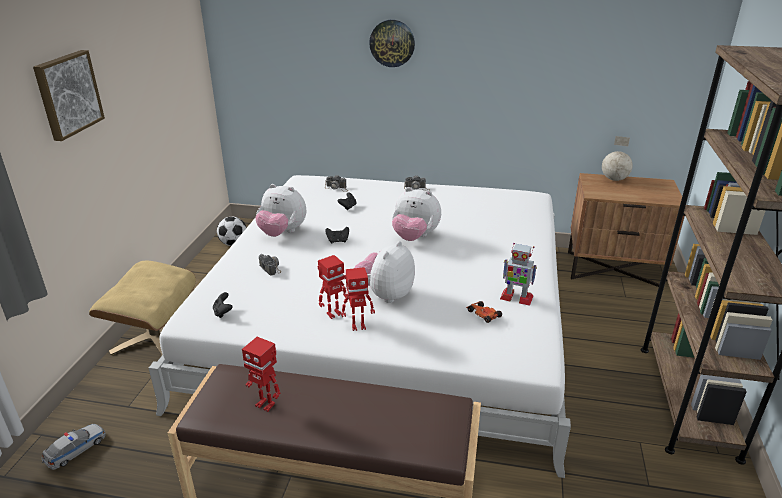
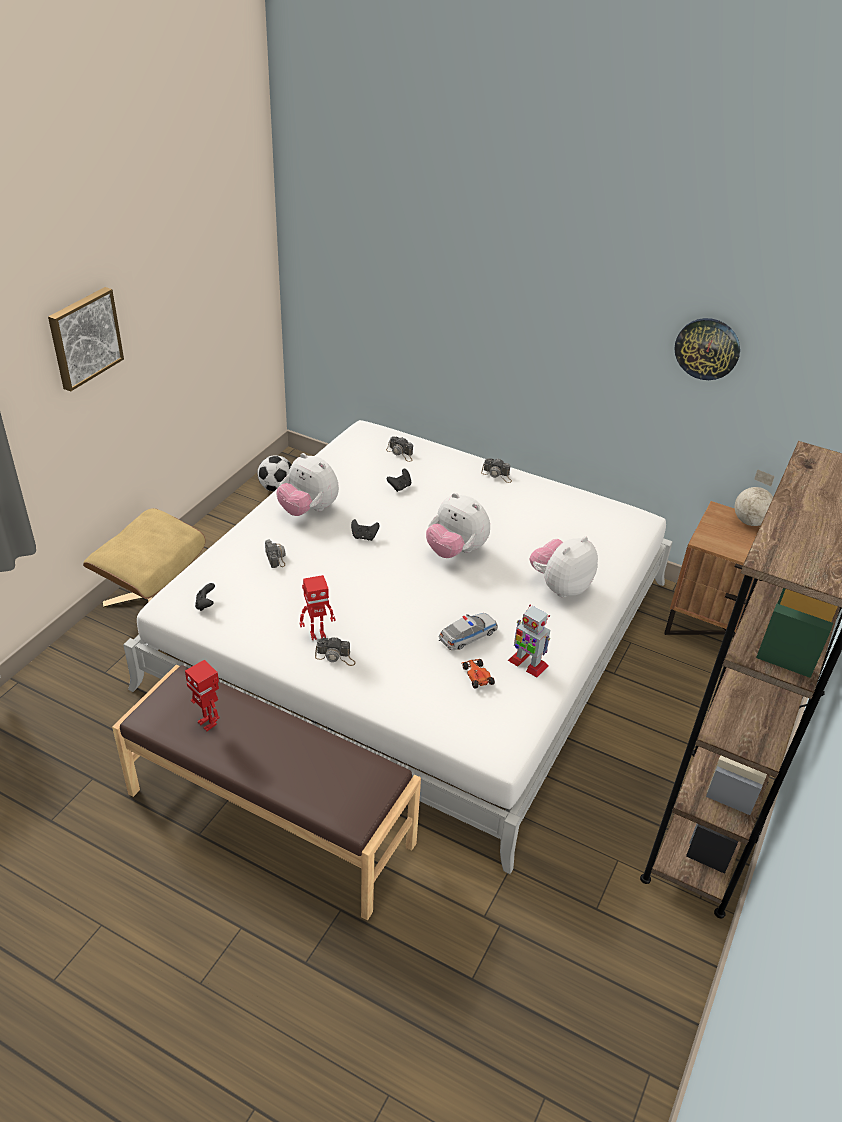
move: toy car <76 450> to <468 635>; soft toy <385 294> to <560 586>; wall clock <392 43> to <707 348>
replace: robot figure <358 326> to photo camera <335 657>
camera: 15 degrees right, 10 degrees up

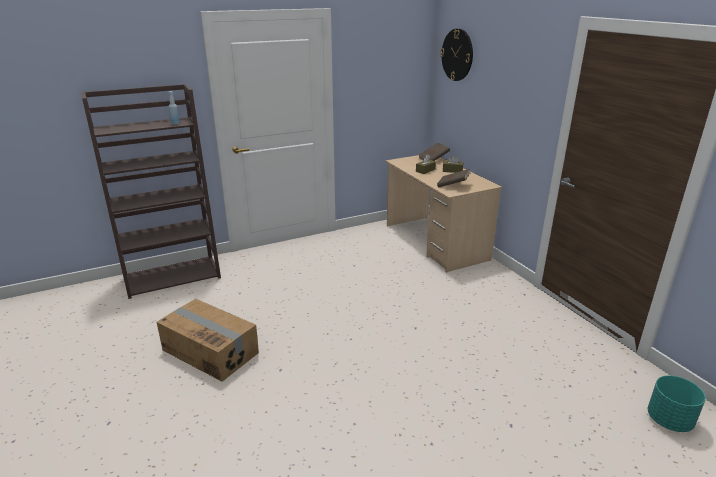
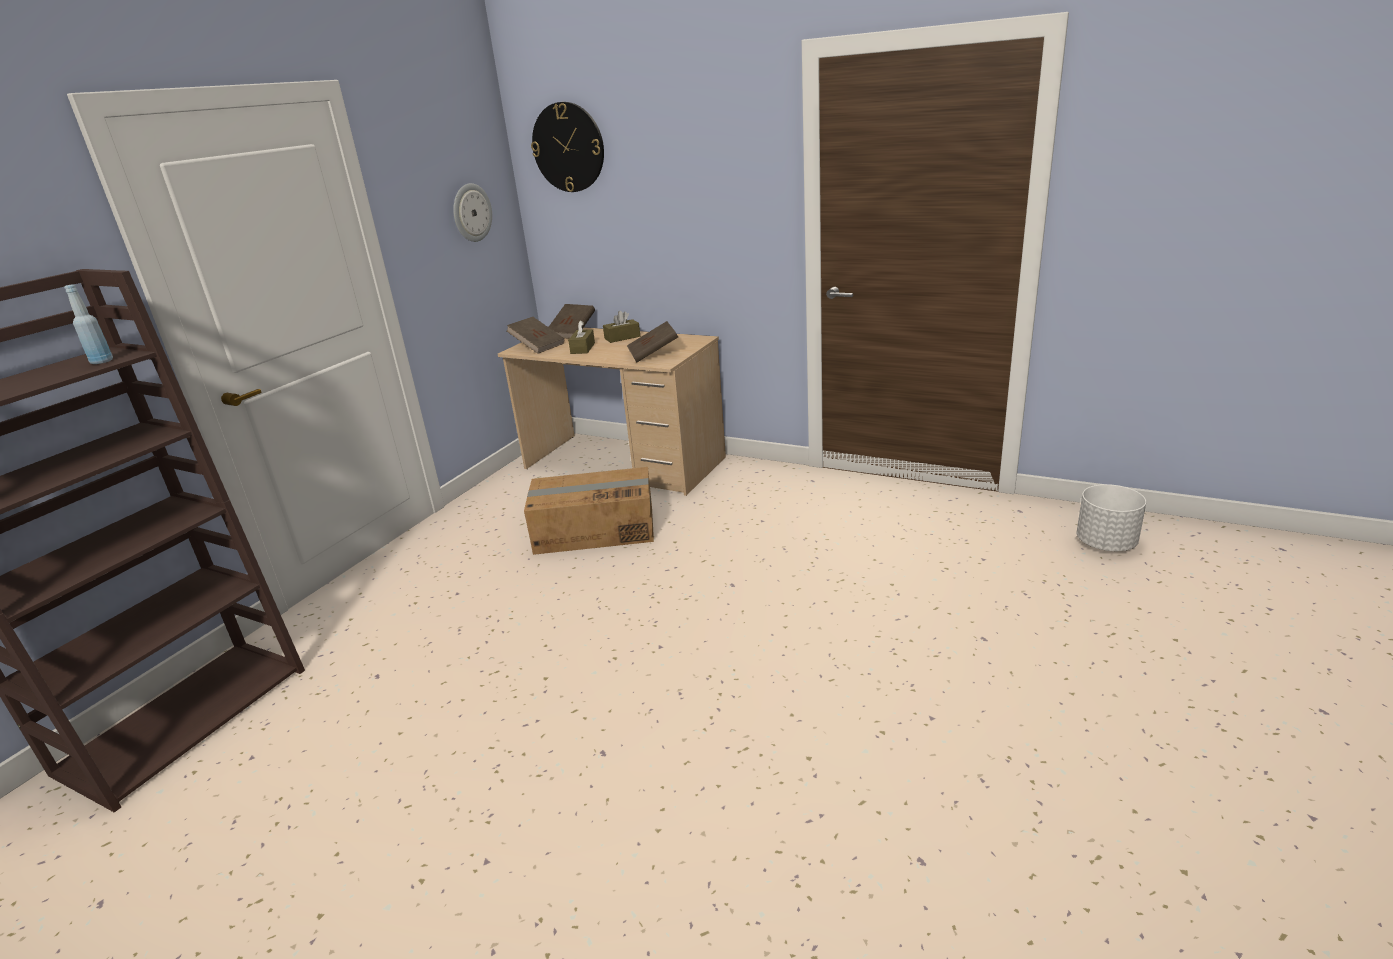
insert: wall clock <471 212>; brownish bound book <537 346>
move: packing box <211 351> to <594 530>
recolor: turquoise planter <668 420> to white-coloured planter <1105 544>
camera: 35 degrees left, 0 degrees up

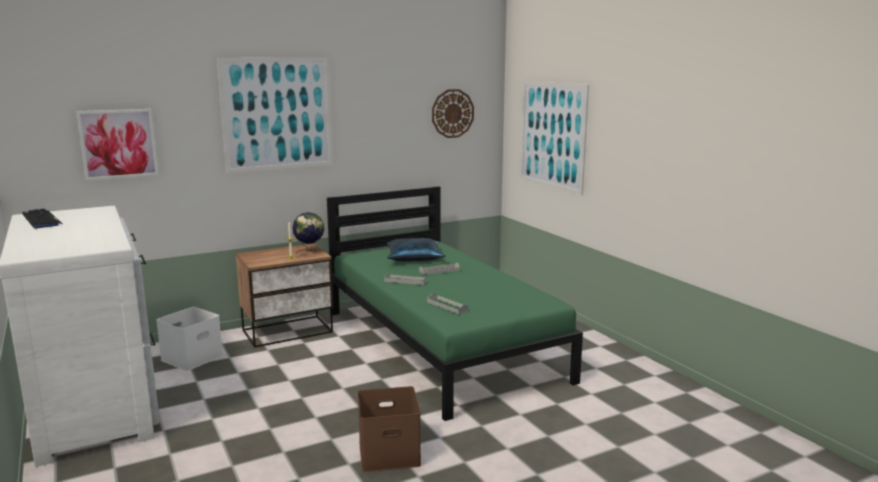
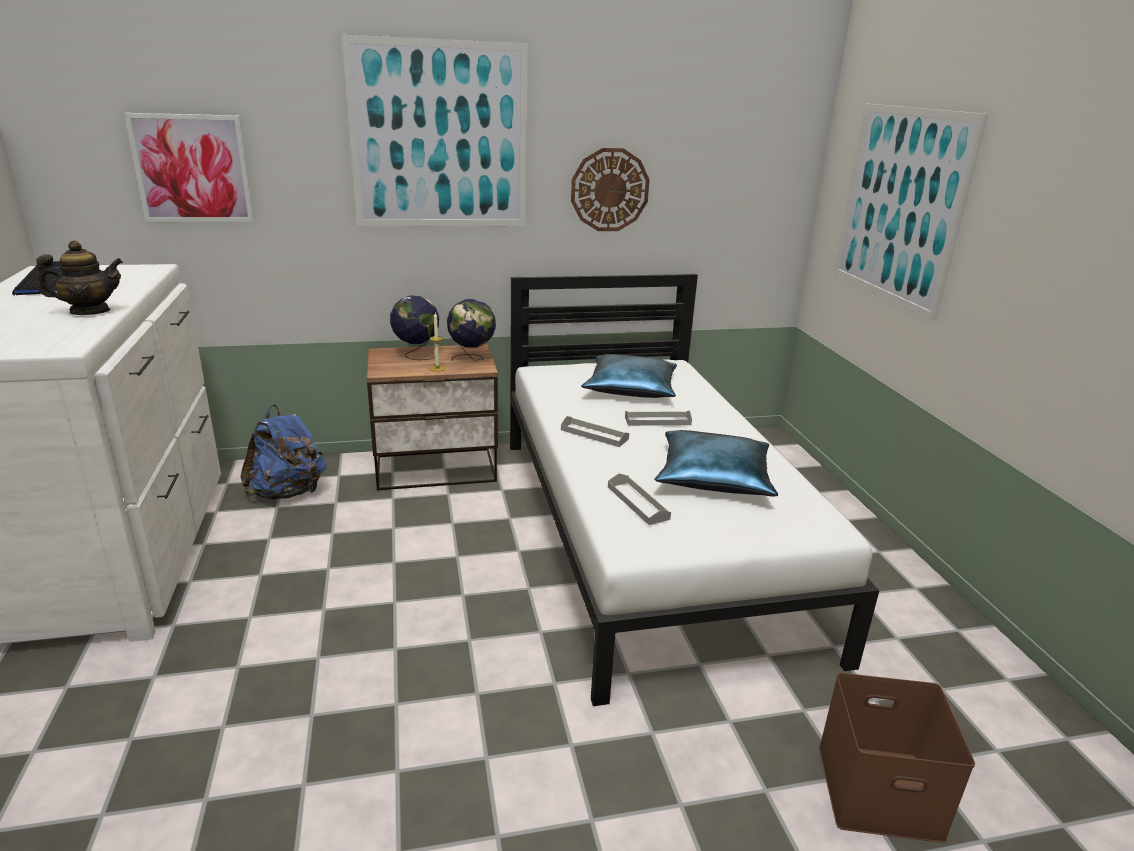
insert: tea pot <90 312>; desk globe <416 355>; blue throw pillow <714 477>
move: wall clock <452 113> to <609 190>; brownish storage container <390 452> to <880 789>
replace: white-coloured storage container <192 357> to blue rucksack <288 493>
recolor: green-coloured sleeping bed <441 344> to white-coloured sleeping bed <647 534>
camera: 15 degrees right, 10 degrees up

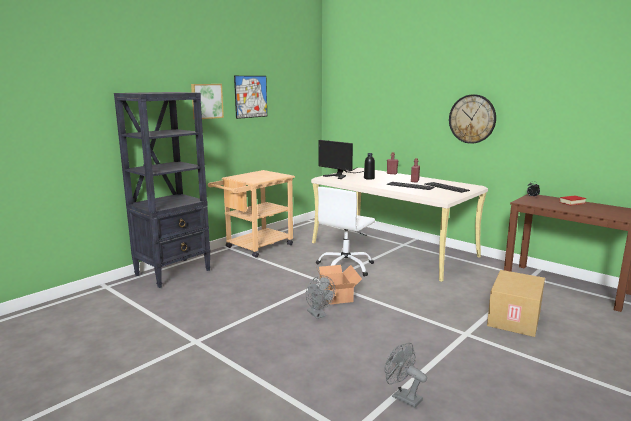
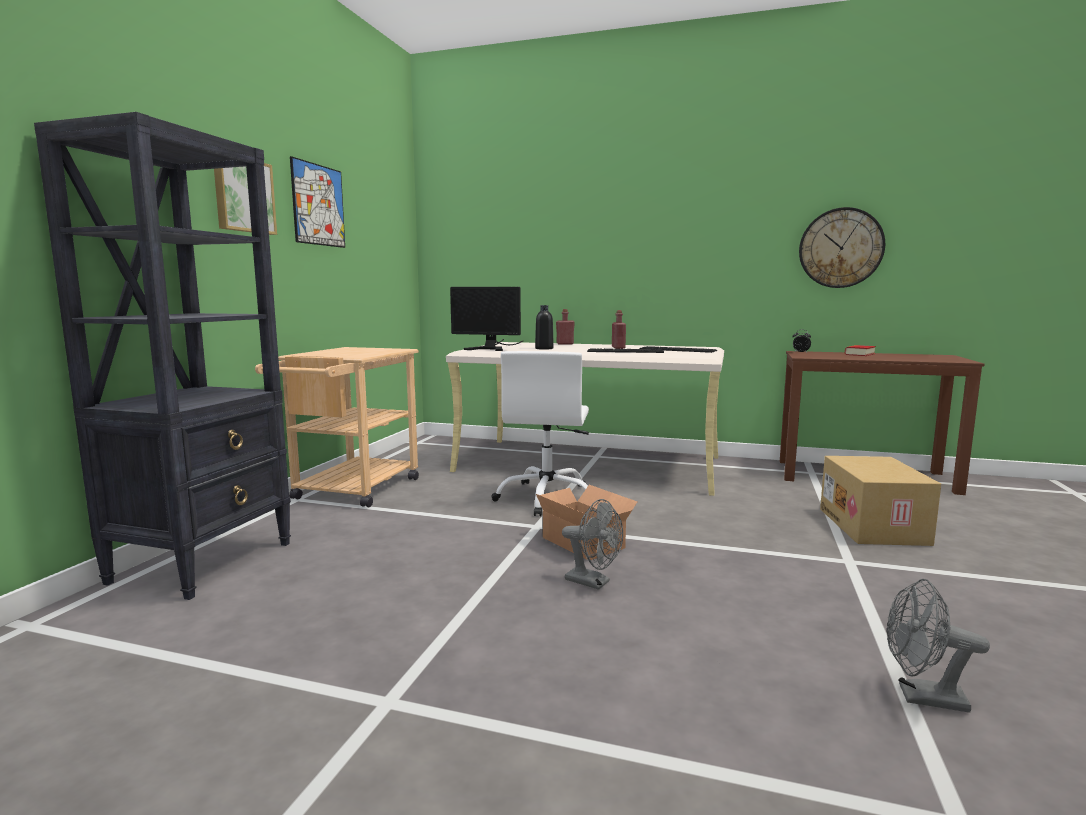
move: wall clock <472 119> to <840 248>
camera: 25 degrees left, 5 degrees down

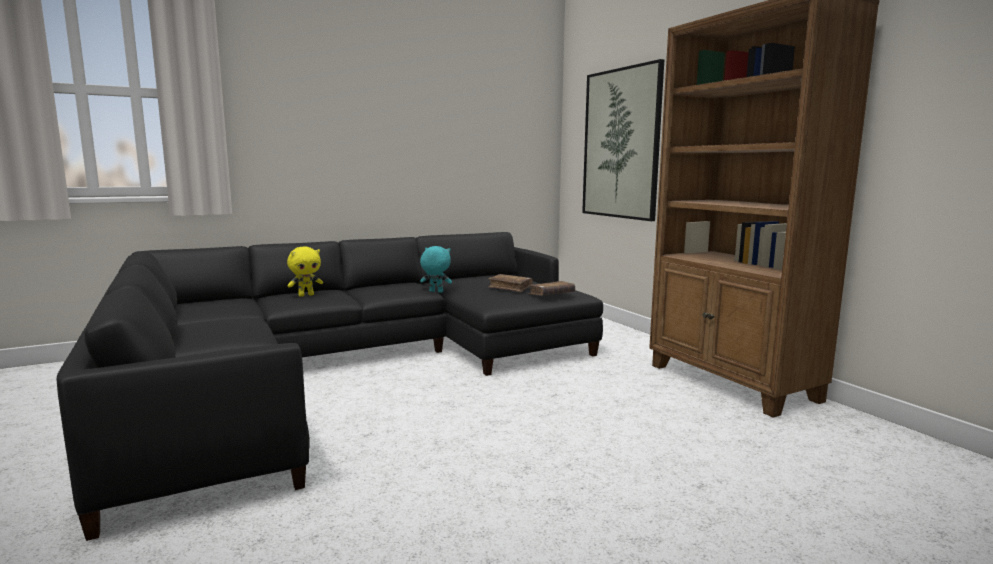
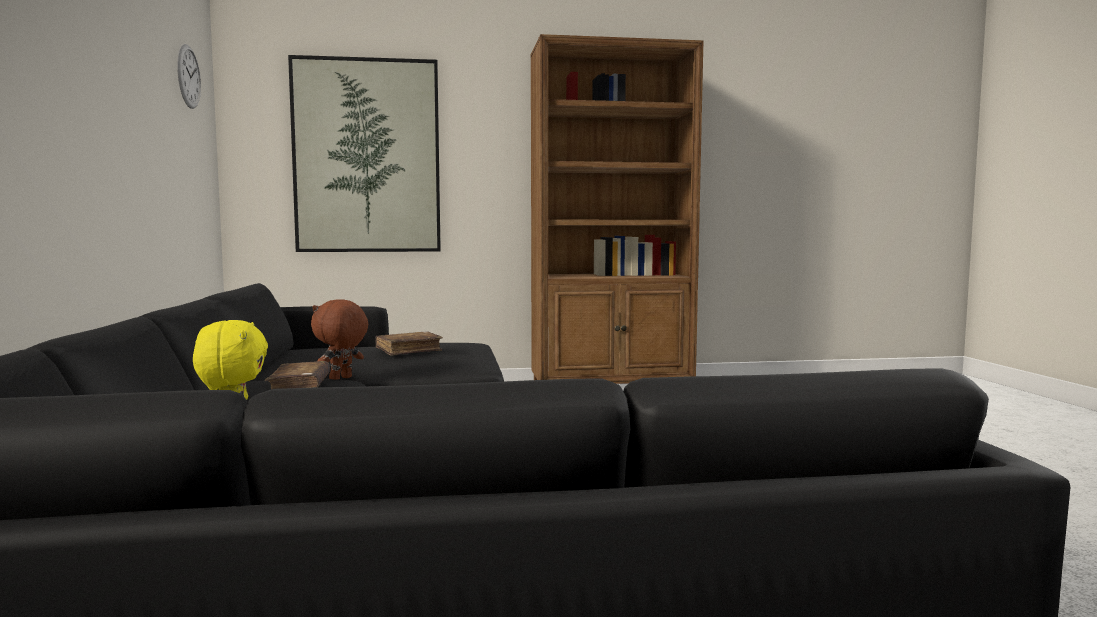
insert: wall clock <188 76>
move: brownish bound book <551 294> to <299 388>
recolor: turquoise soft toy <435 292> to brownish soft toy <341 379>
camera: 70 degrees left, 5 degrees down

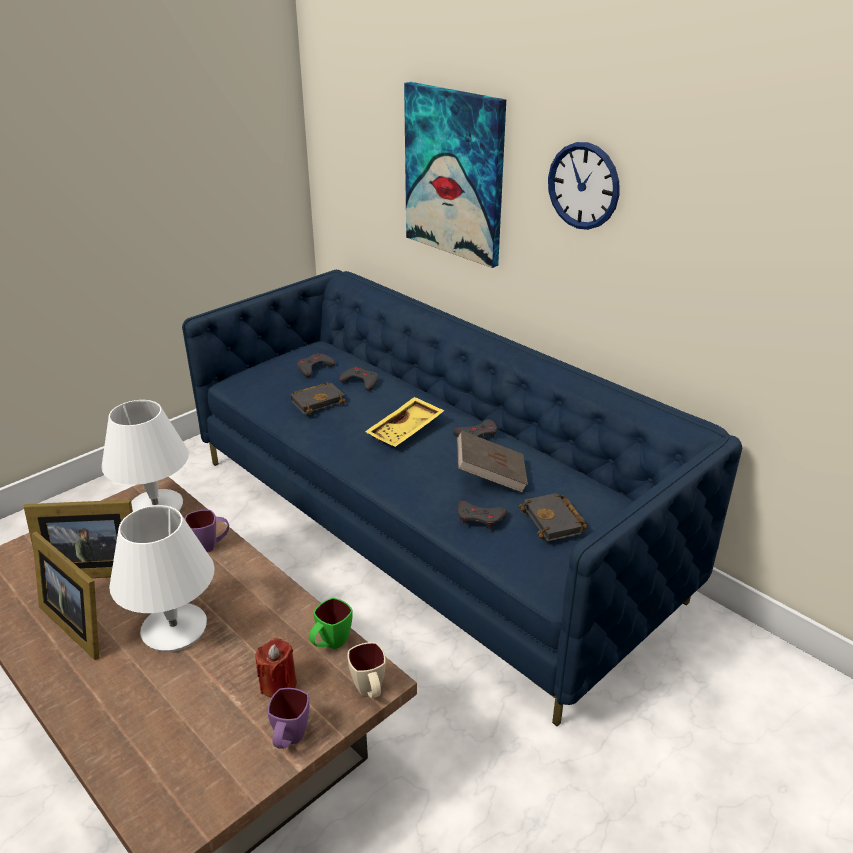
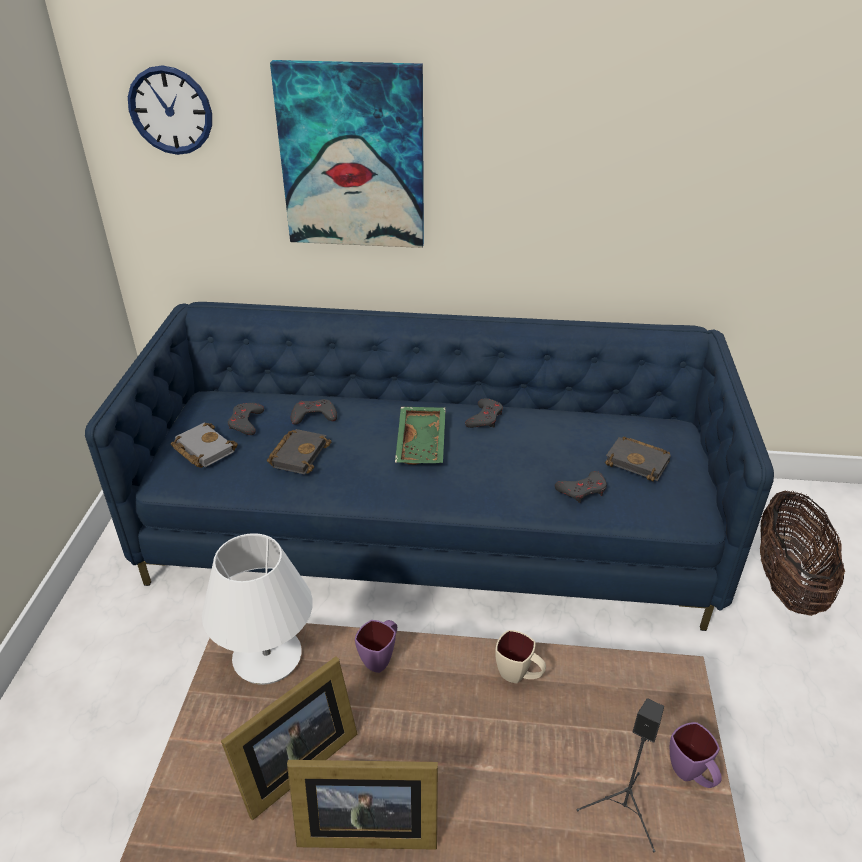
delete: white-coloured table lamp <174 630>; reddish wax candle <278 683>; green-coloured mug <330 644>; brownish bound book <490 476>
insert: greyish bound book <202 449>; black-coloured audio speaker <624 811>; basket <786 581>
move: wall clock <583 186> to <170 110>; beige-coloured mug <370 692> to <519 676>
recolor: yellowish serving tray <406 431> to green-coloured serving tray <422 443>
camera: 40 degrees left, 5 degrees up

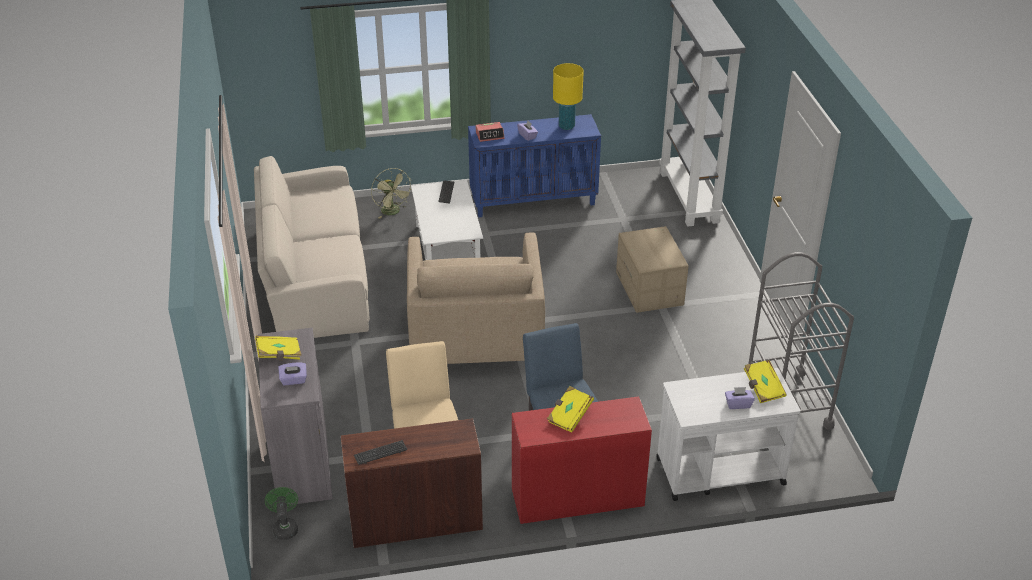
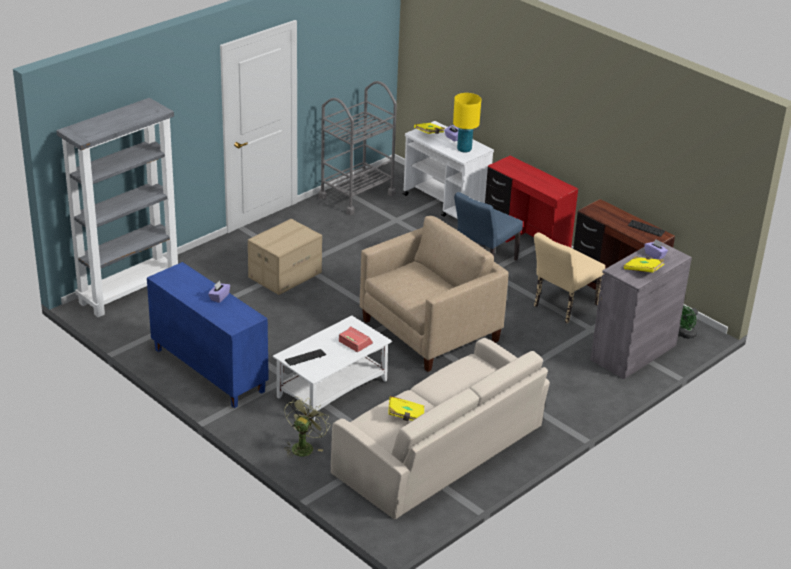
move: bedside clock <490 135> to <355 342>; yellowish bound book <569 416> to <406 416>; yellowish table lamp <566 126> to <464 149>
camera: 125 degrees left, 5 degrees down

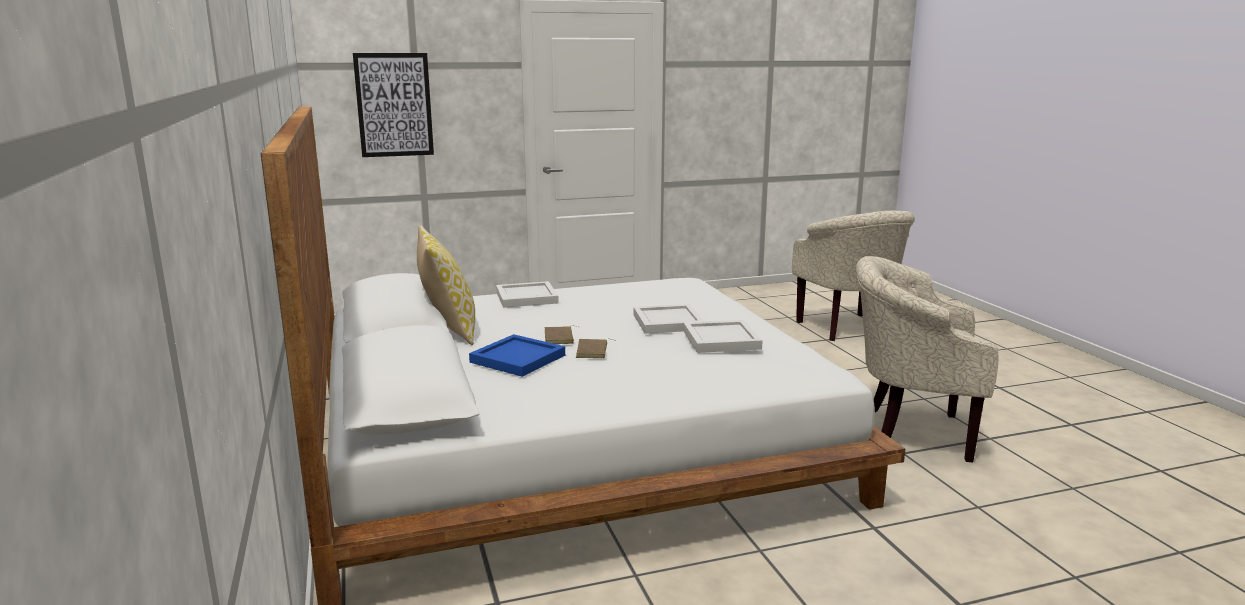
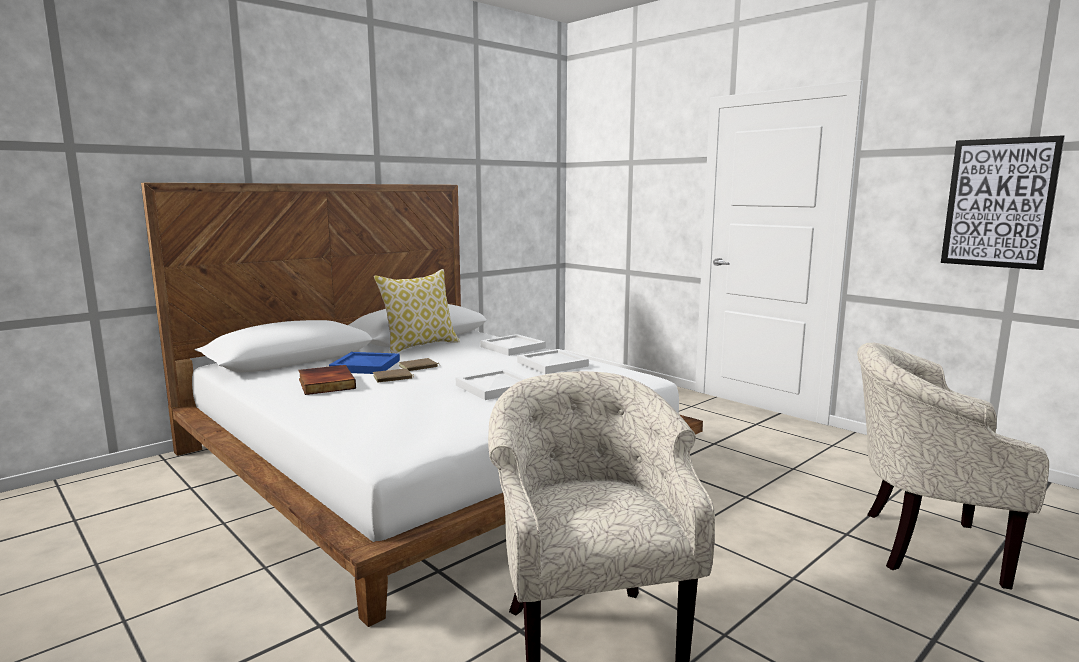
insert: bound book <325 383>
move: white-coloured serving tray <722 339> to <553 364>; picture <394 105> to <999 203>
rotate: beige-coloured armchair <849 329> = <922 545> 60 degrees clockwise
camera: 65 degrees right, 5 degrees down

